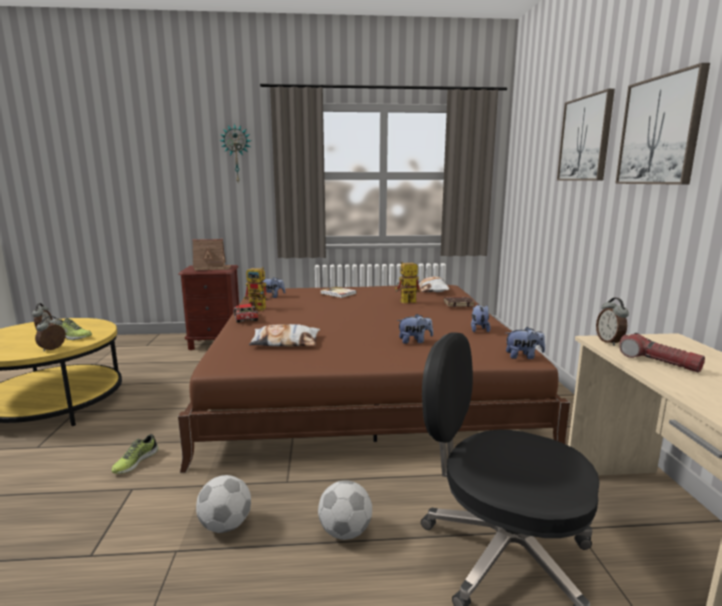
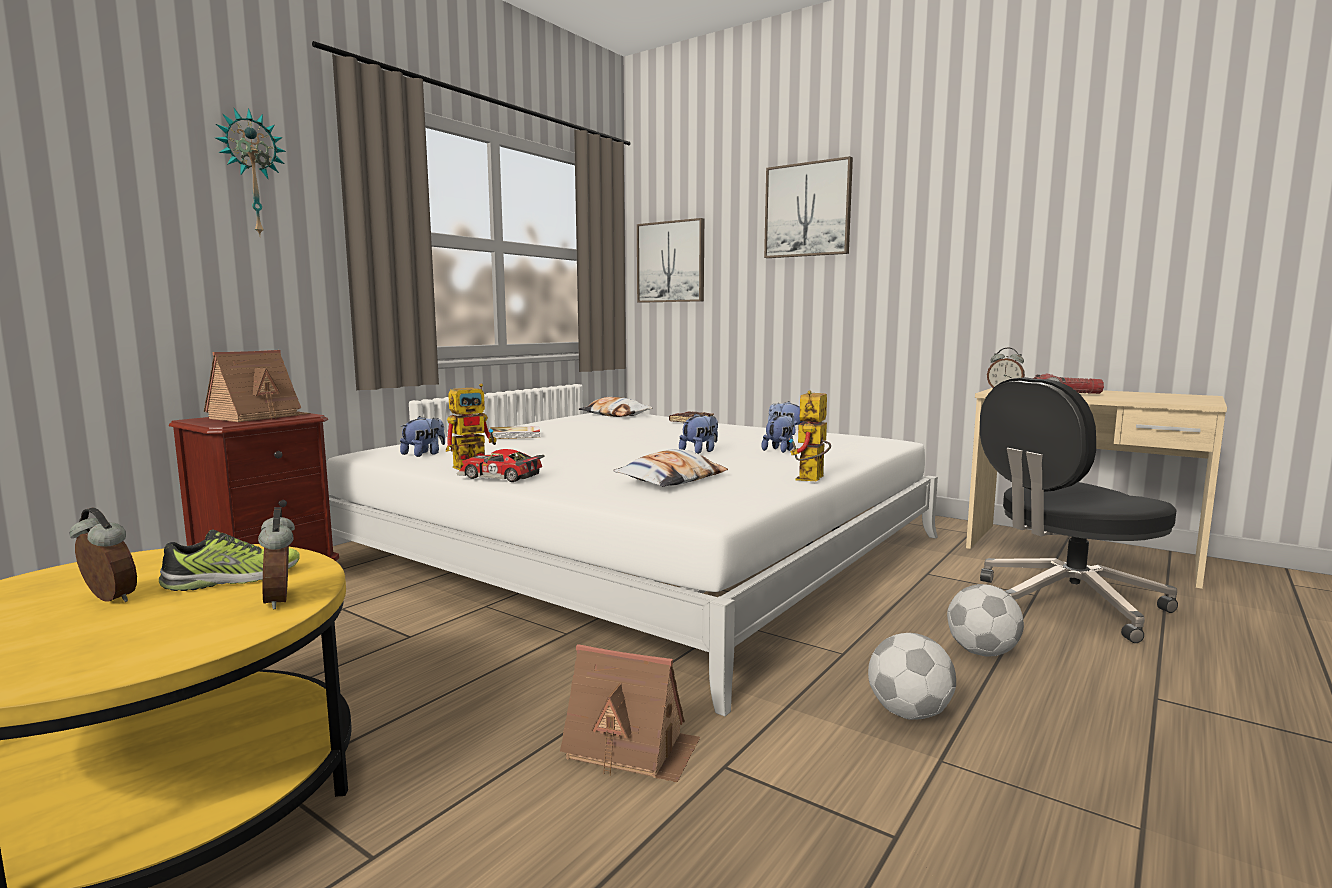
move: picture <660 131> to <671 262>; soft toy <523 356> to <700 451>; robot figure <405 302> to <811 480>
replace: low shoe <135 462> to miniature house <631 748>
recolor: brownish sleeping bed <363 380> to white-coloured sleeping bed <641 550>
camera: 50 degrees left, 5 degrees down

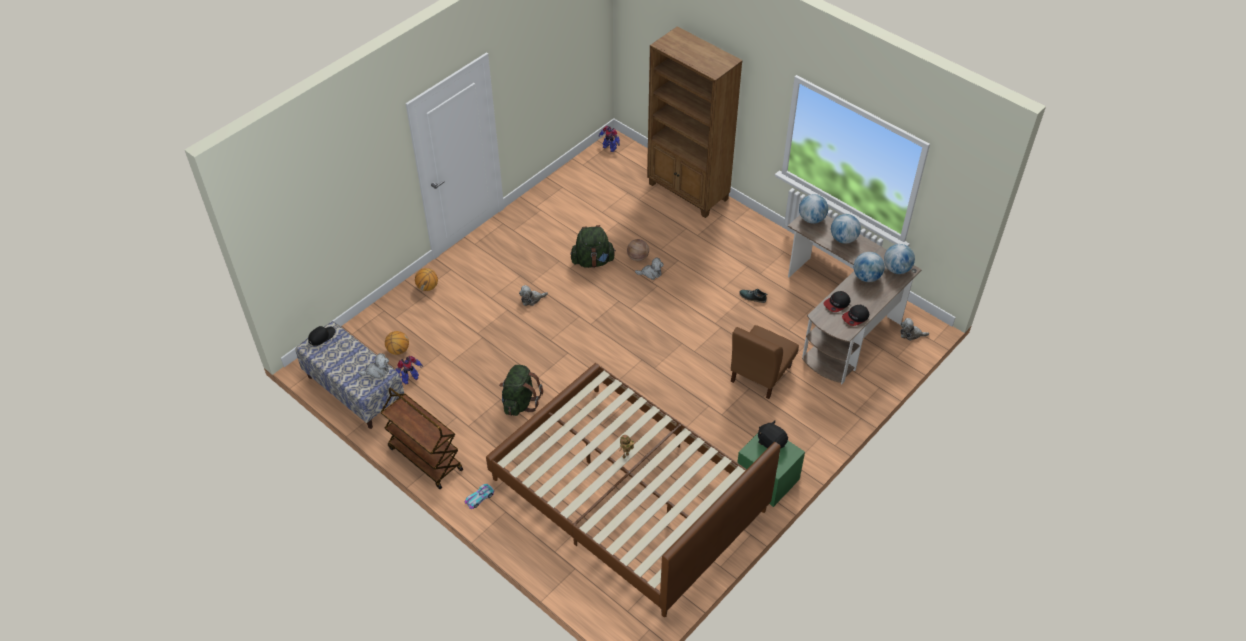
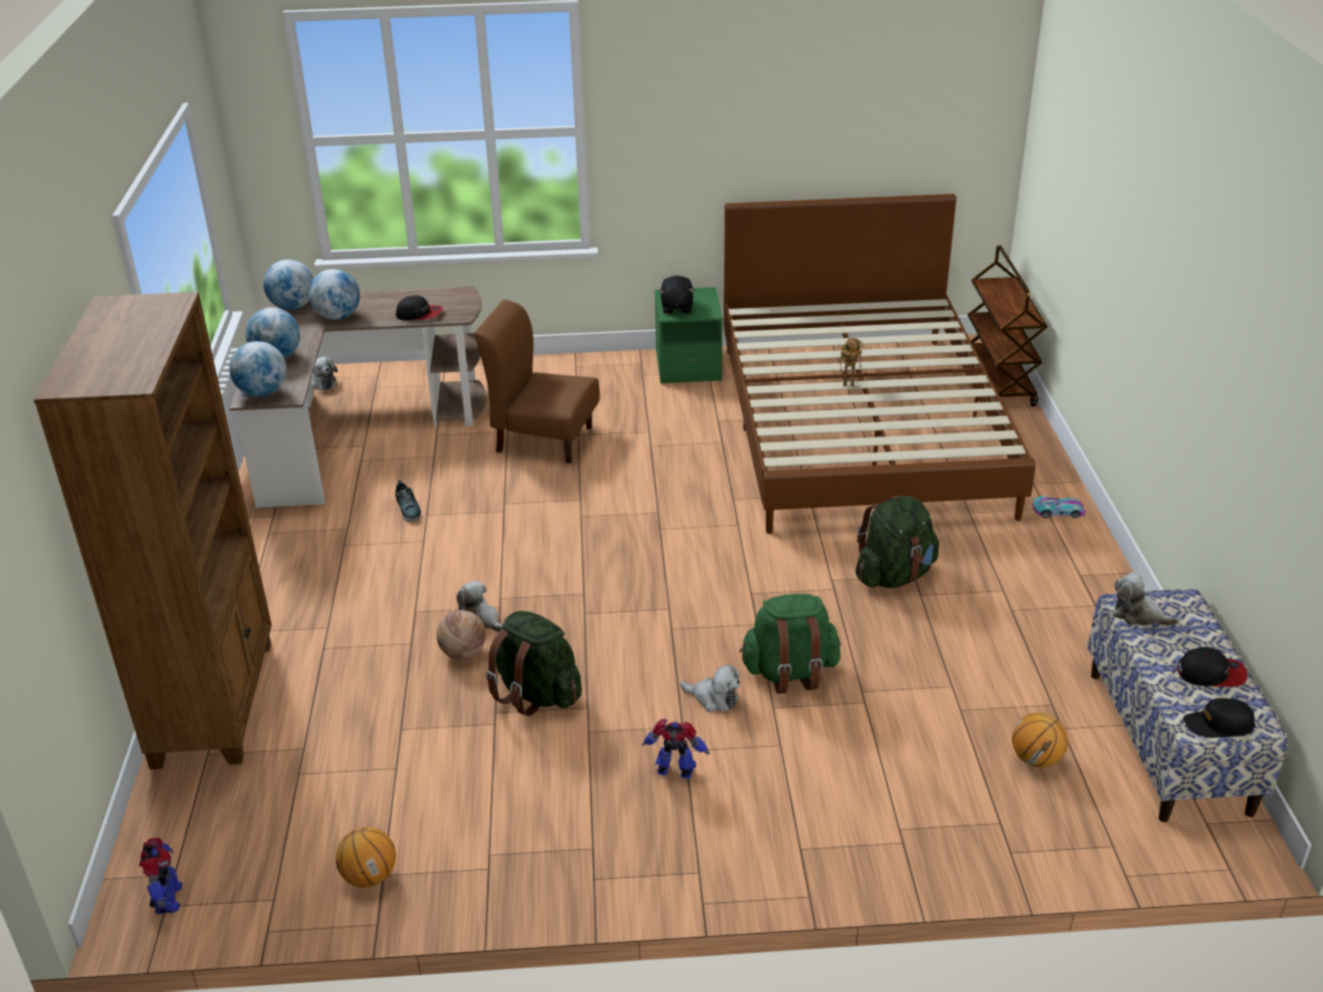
insert: green-coloured rucksack <790 673>
move: basketball ball <427 287> to <369 876>; robot figure <409 378> to <675 772>; brownish cart <424 458> to <998 381>; cap <855 317> to <1211 673>
rotate: brownish upright chair <760 374> = <543 438> 150 degrees counterclockwise
camera: 135 degrees left, 15 degrees down

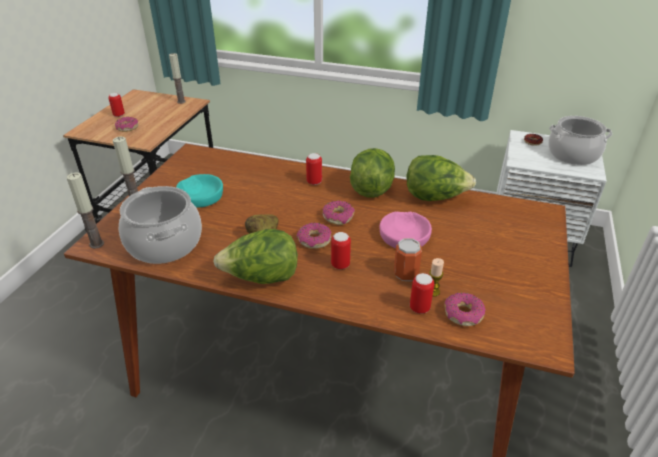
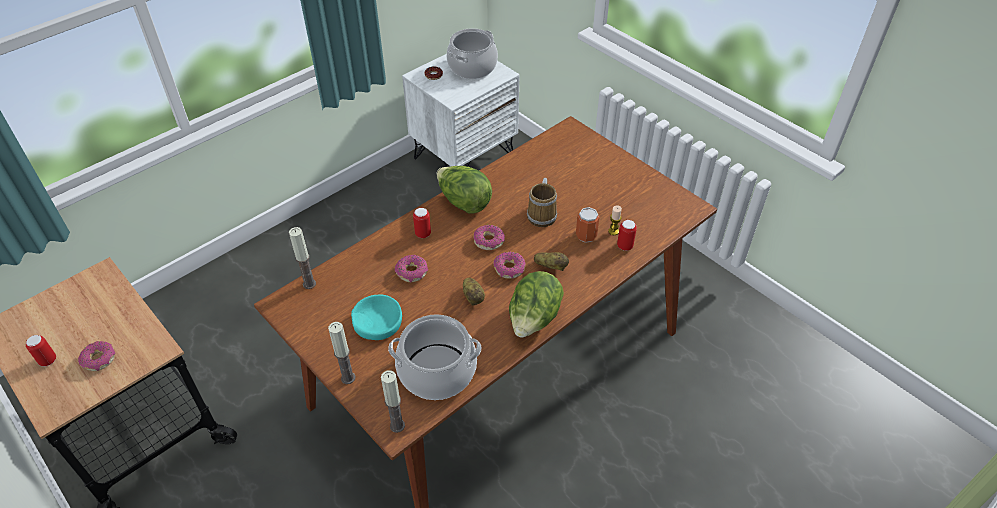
delete: lettuce head <435 197>
move: wax candle <181 101> to <309 284>; ring doughnut <463 314> to <412 272>
replace: pinkish bowl <404 236> to mug <543 215>; can <340 265> to spud <551 266>
camera: 60 degrees left, 10 degrees up

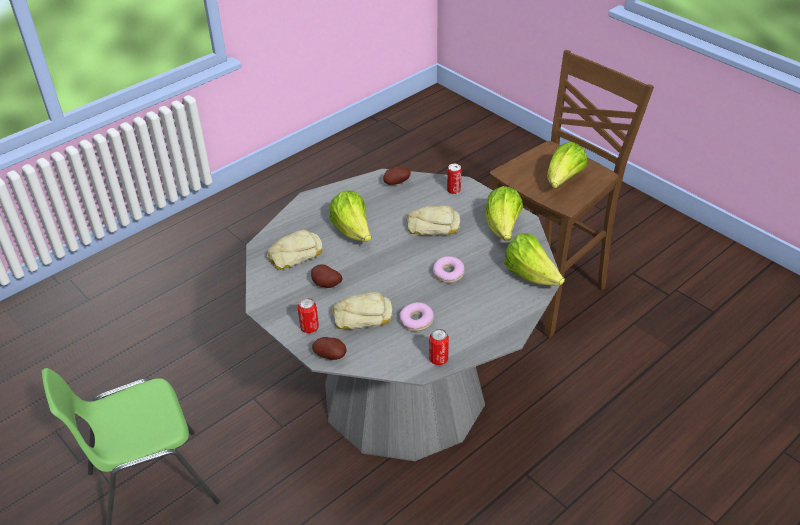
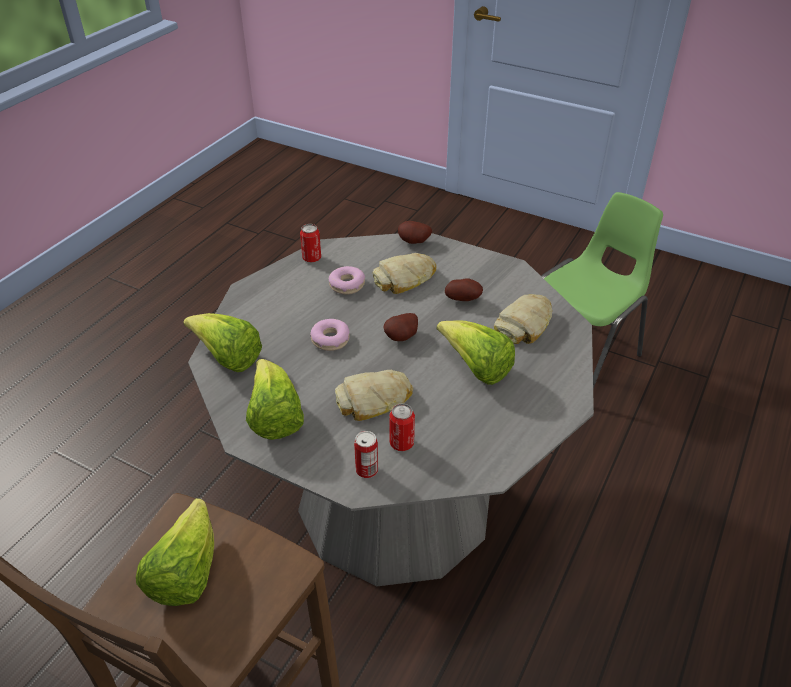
move: spud <396 182> to <403 338>; can <309 328> to <401 443>
camera: 160 degrees right, 0 degrees up

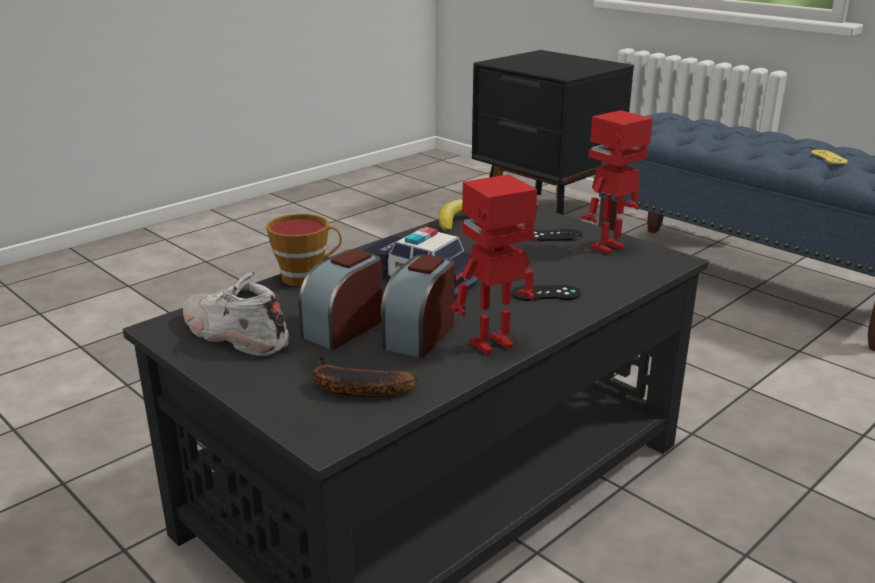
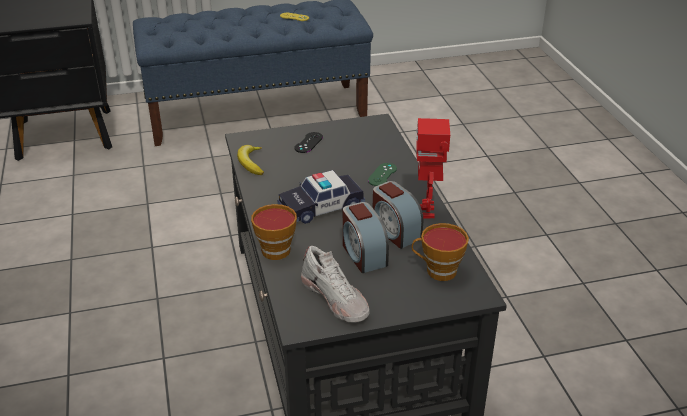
delete: robot figure <609 248>
replace: banana <353 389> to small cup <437 271>
recolor: black-coloured gamepad <545 294> to green-coloured gamepad <382 175>
rotate: white-coloured low shoe <233 334> = <336 298> 105 degrees counterclockwise
camera: 60 degrees left, 10 degrees up

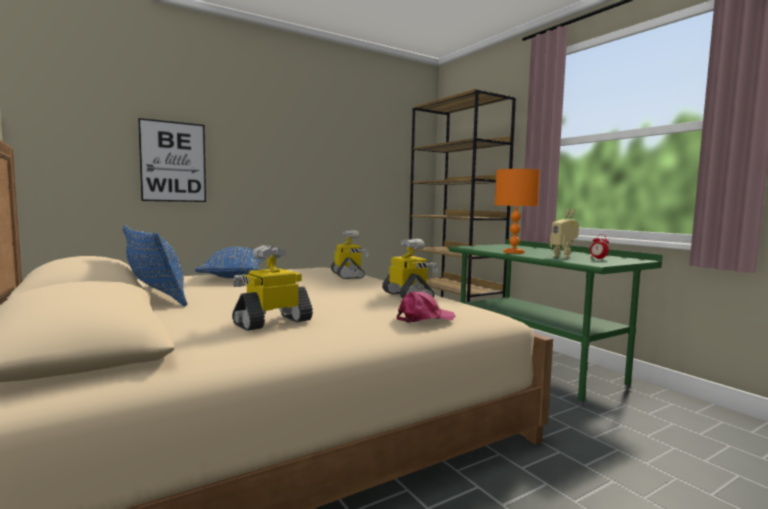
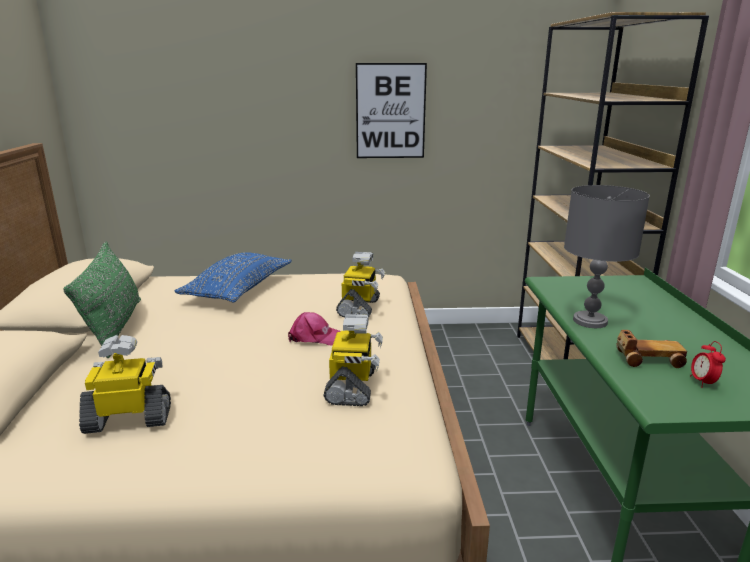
move: pinkish cap <424 318> to <315 337>; picture <173 162> to <390 111>
replace: robot figure <563 257> to toy car <647 359>
recolor: blue throw pillow <155 296> to green-coloured throw pillow <115 327>; orangey table lamp <513 252> to greyish table lamp <589 321>
camera: 30 degrees right, 15 degrees up

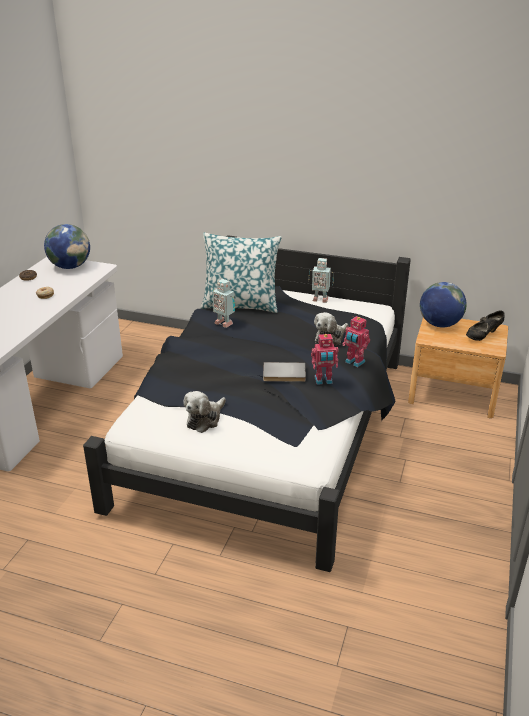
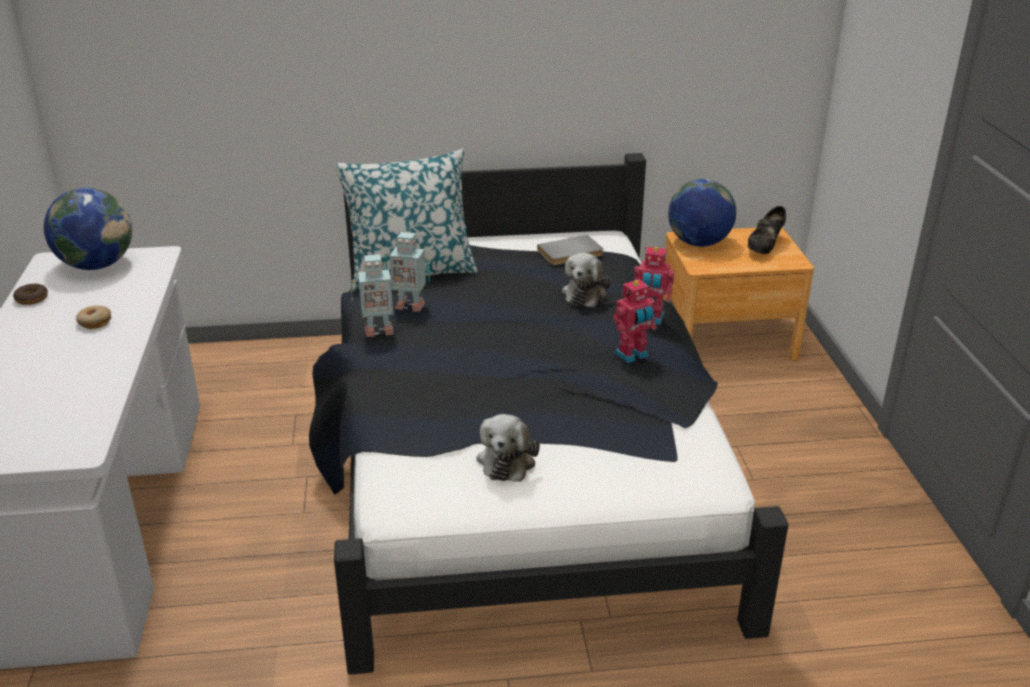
move: robot figure <320 299> to <377 330>; greyish bound book <284 374> to <571 253>
camera: 25 degrees left, 0 degrees up

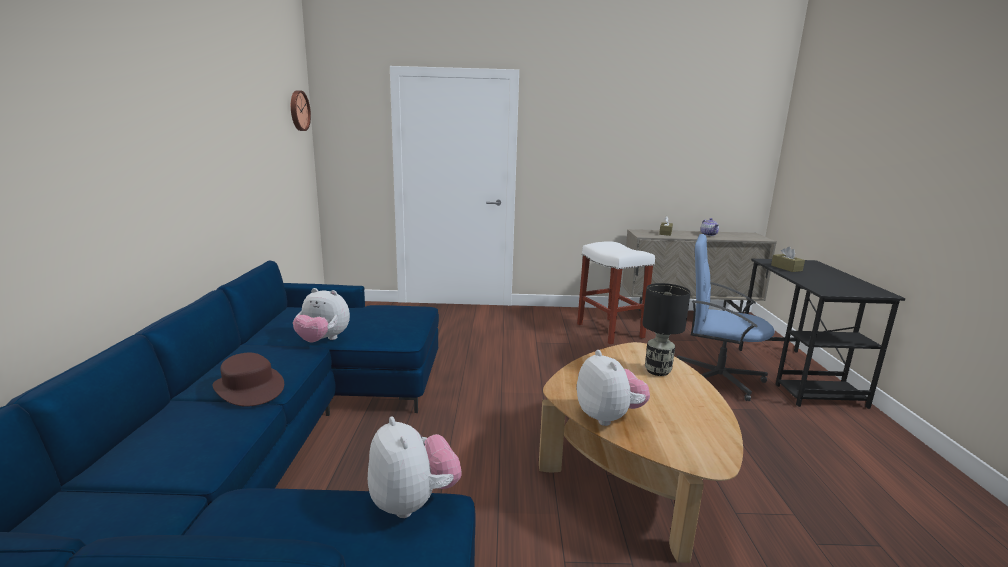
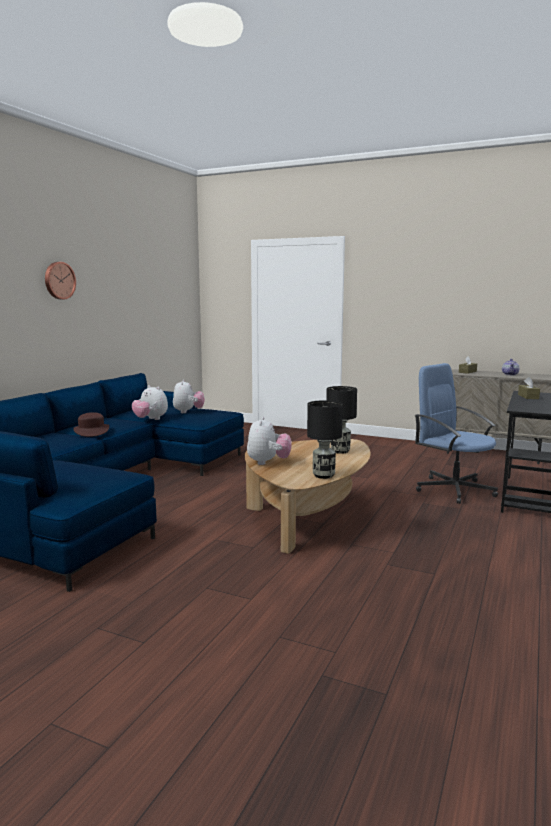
delete: white-coloured stool <611 331>
insert: black-coloured table lamp <324 475>
move: wall clock <298 110> to <59 280>; soft toy <413 502> to <188 412>
camera: 25 degrees right, 5 degrees down

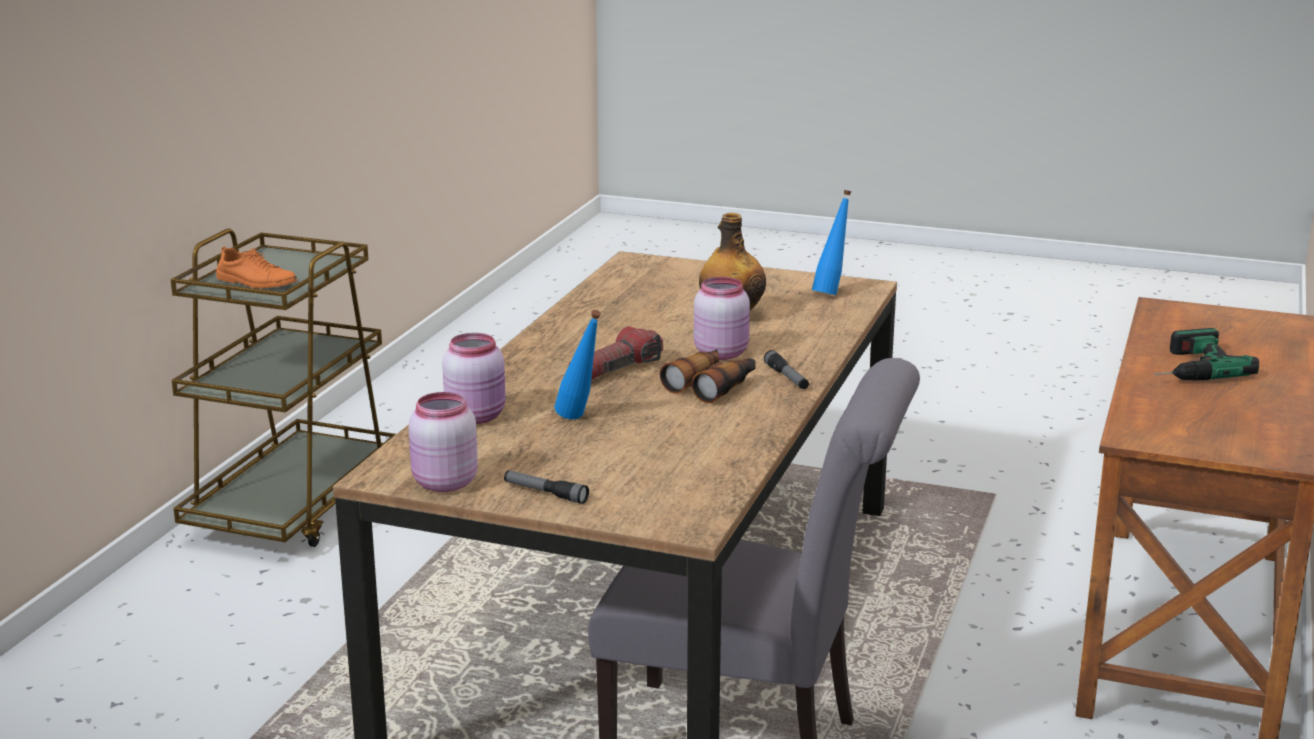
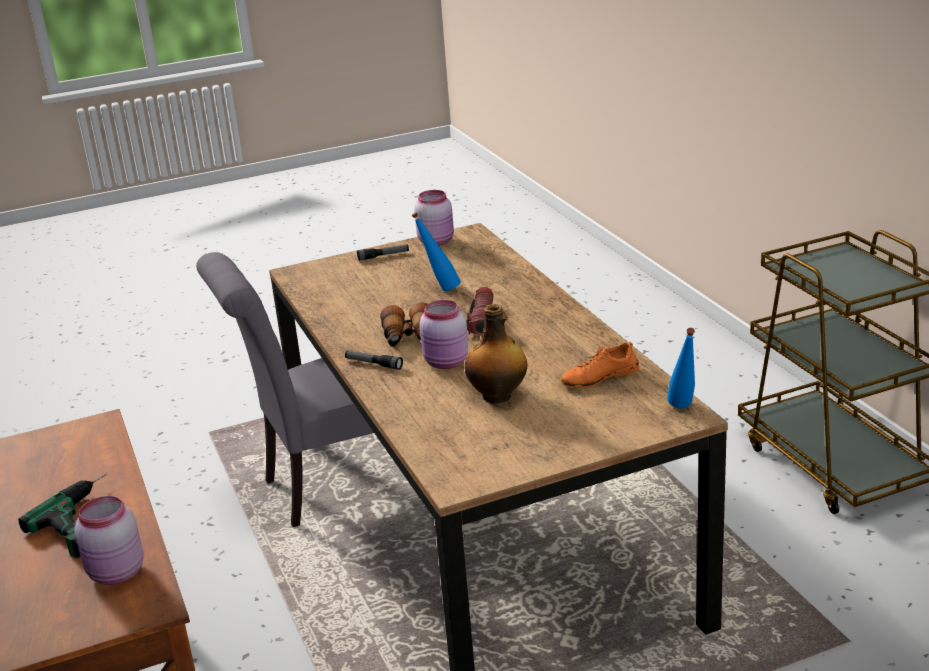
move: pinkish storage jar <477 416> to <115 574>; orangey low shoe <256 282> to <599 377>; blue drink bottle <831 293> to <683 410>
camera: 140 degrees right, 5 degrees up

